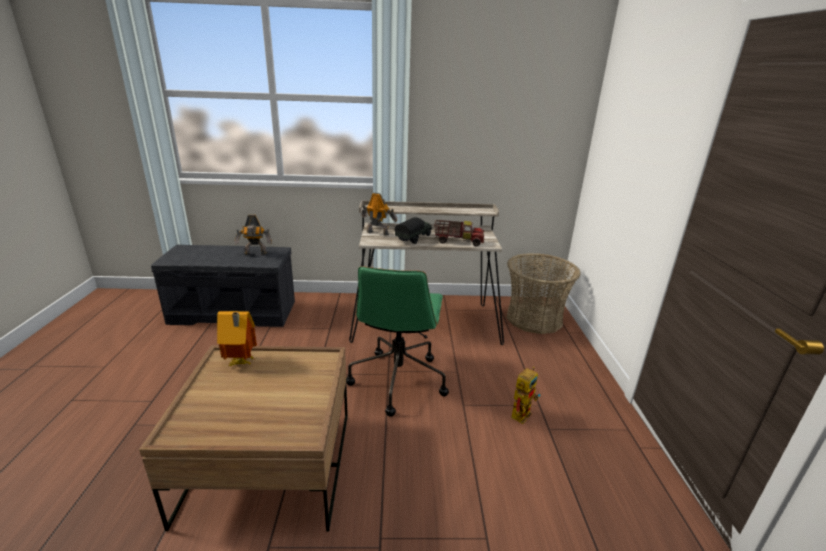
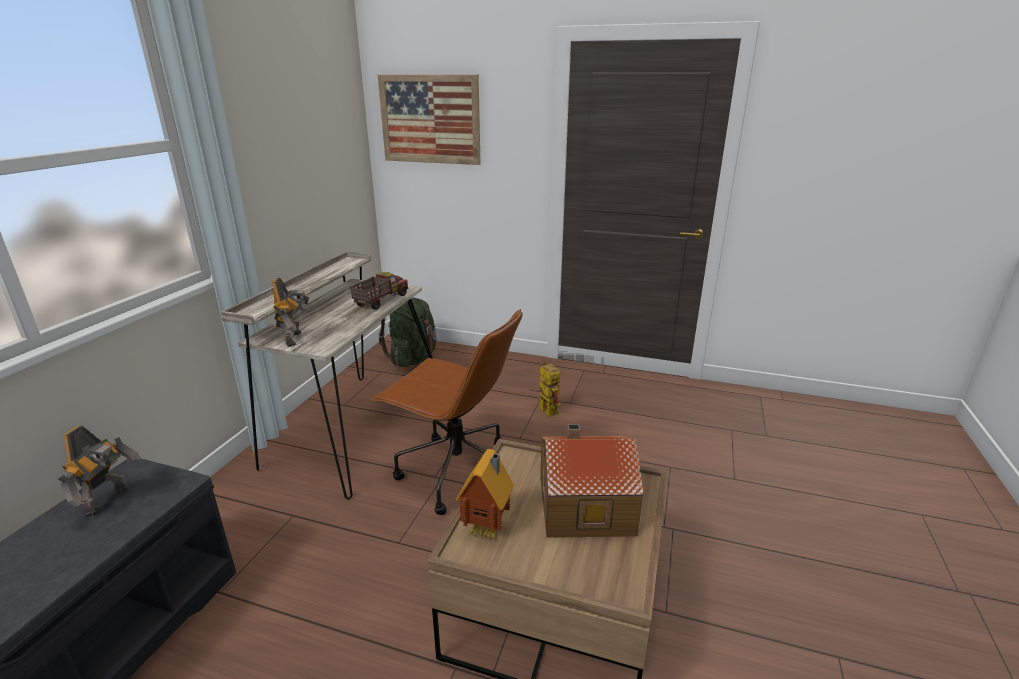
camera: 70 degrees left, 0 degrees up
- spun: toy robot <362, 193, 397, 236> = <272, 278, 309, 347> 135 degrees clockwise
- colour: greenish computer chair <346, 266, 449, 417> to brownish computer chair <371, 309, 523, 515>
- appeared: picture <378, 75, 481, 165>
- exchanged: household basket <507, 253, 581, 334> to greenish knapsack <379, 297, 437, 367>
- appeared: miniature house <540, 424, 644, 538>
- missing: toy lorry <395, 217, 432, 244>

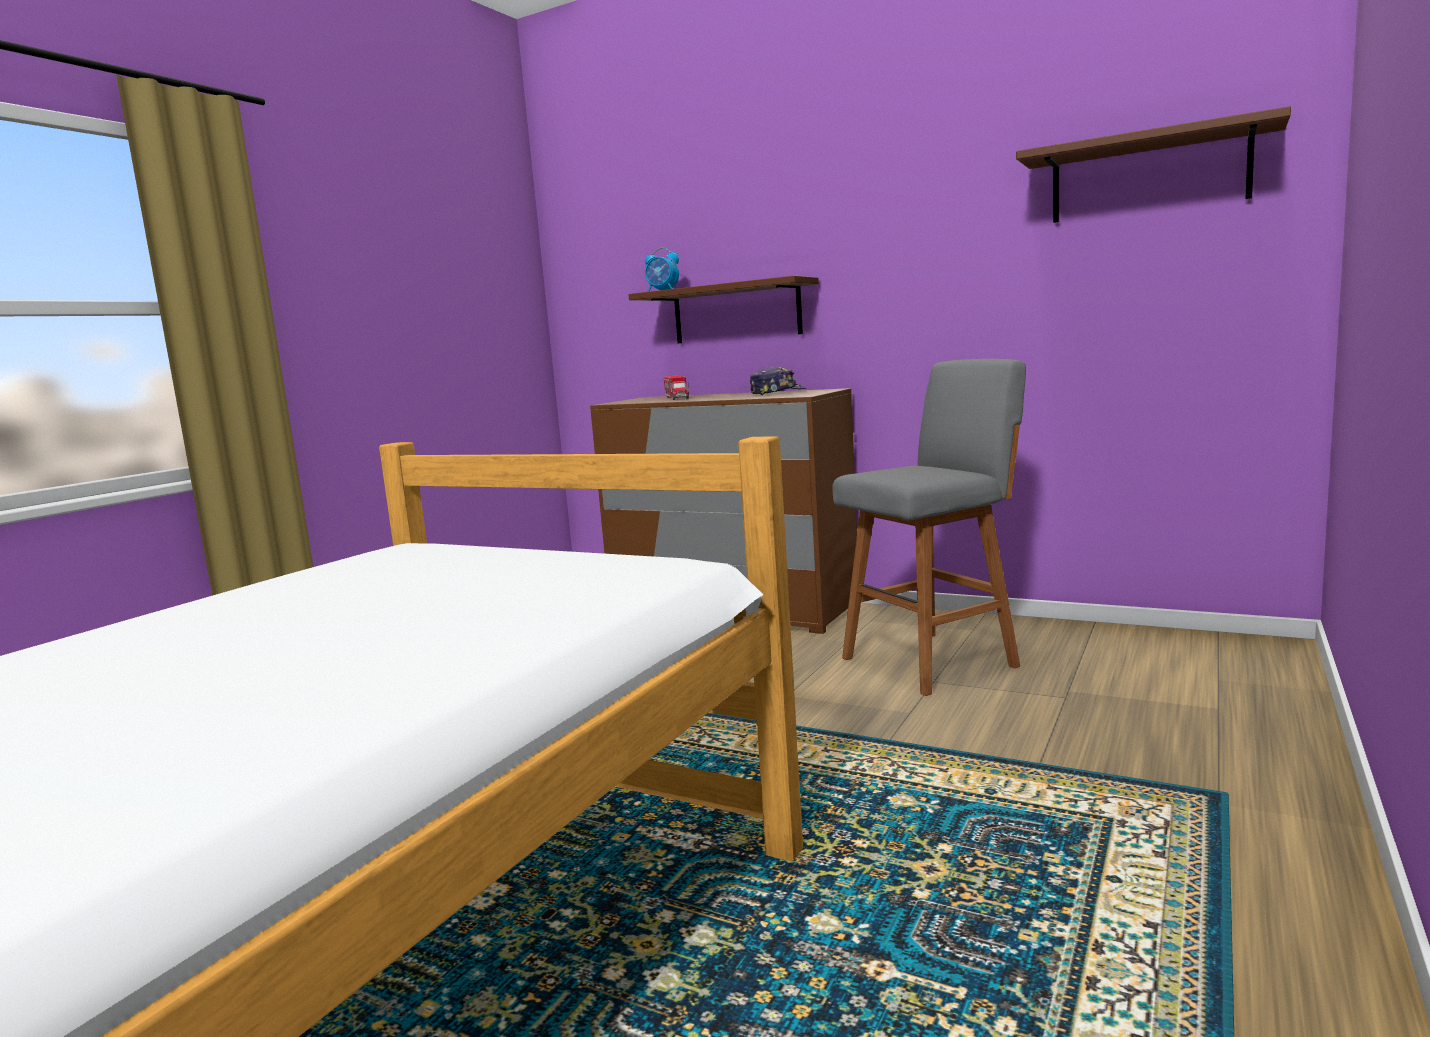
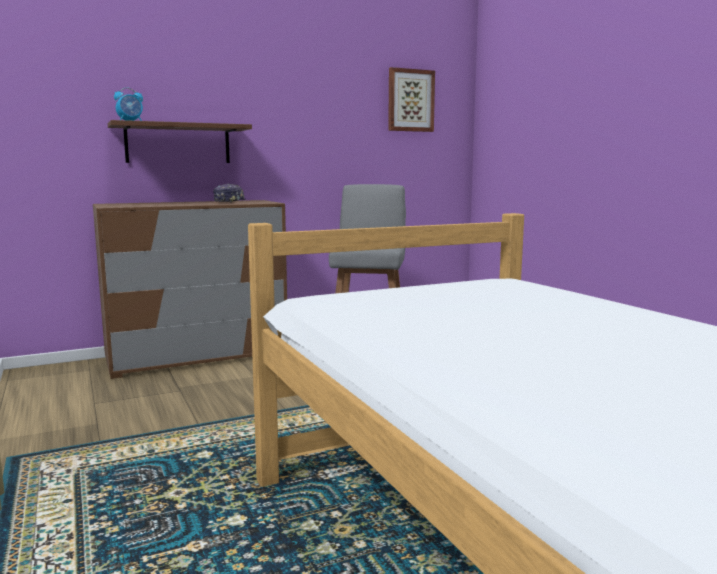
camera: 55 degrees left, 0 degrees up
- exchanged: brownish bracket shelf <1016, 106, 1291, 223> to picture <388, 67, 435, 132>
- missing: toy lorry <664, 376, 689, 400>

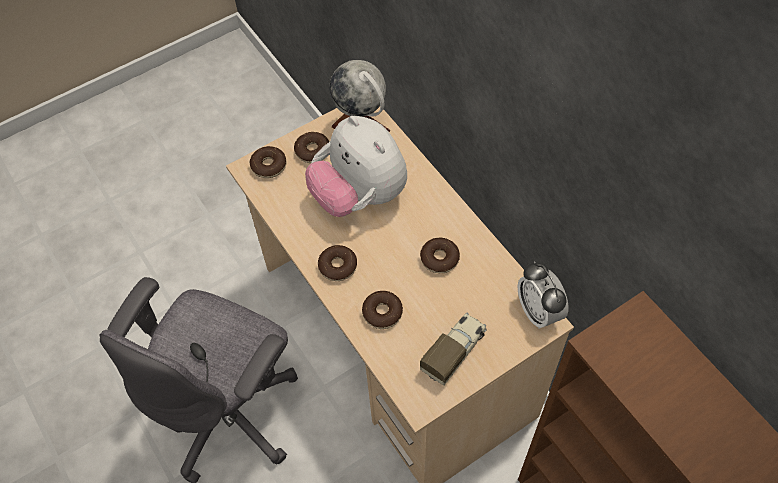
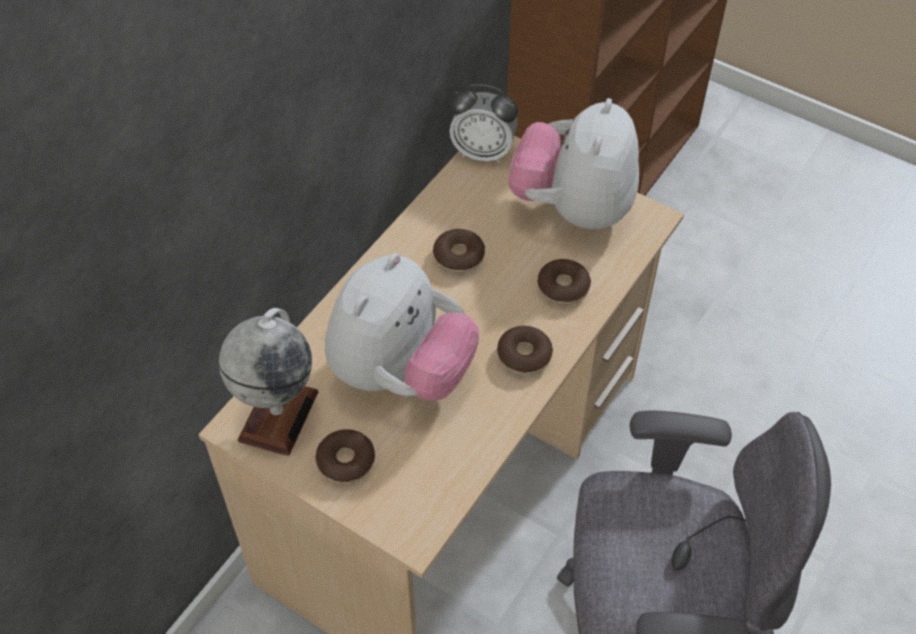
camera: 115 degrees left, 5 degrees down
- spun: table clock <518, 261, 569, 329> = <449, 84, 518, 163> 60 degrees clockwise
- exchanged: toy lorry <420, 313, 486, 386> to plush toy <509, 98, 639, 229>
- missing: ring doughnut <250, 146, 287, 178>

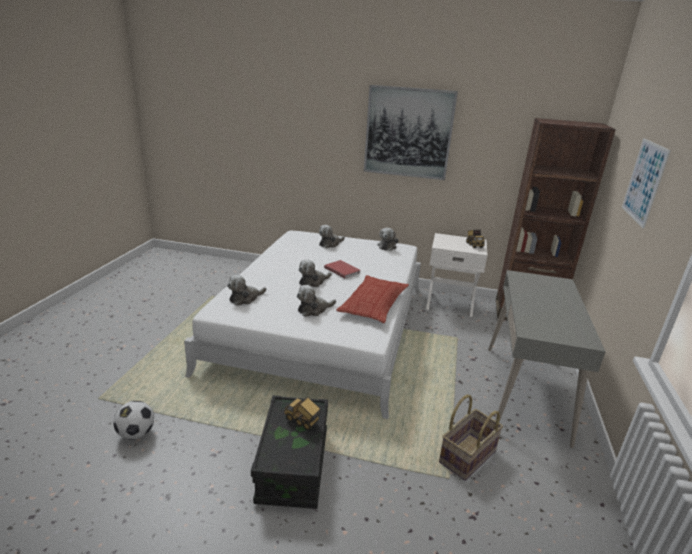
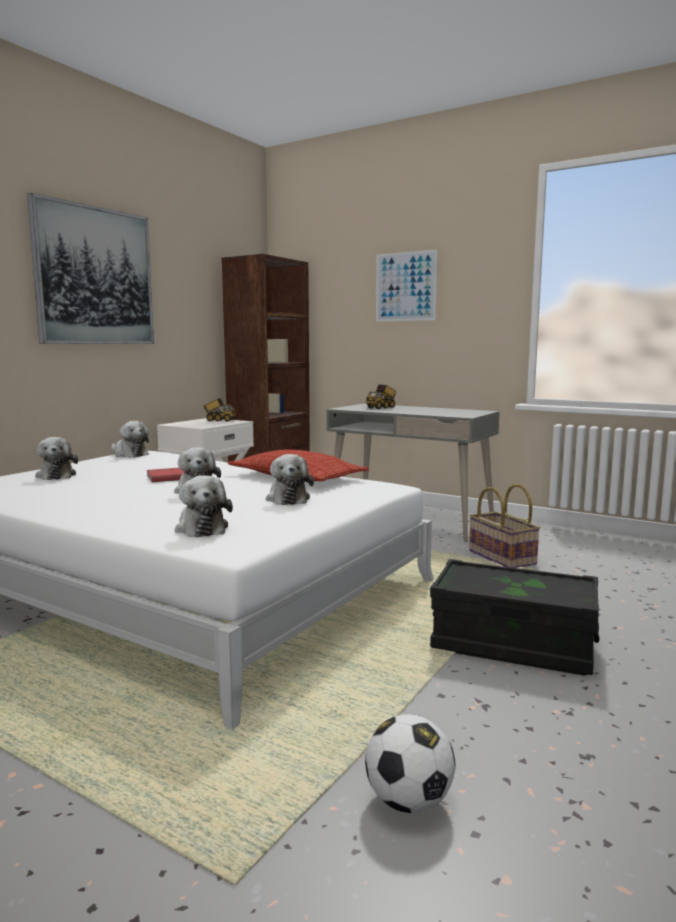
camera: 70 degrees left, 15 degrees down
- relocated: toy lorry <284, 397, 322, 430> to <366, 385, 397, 409>

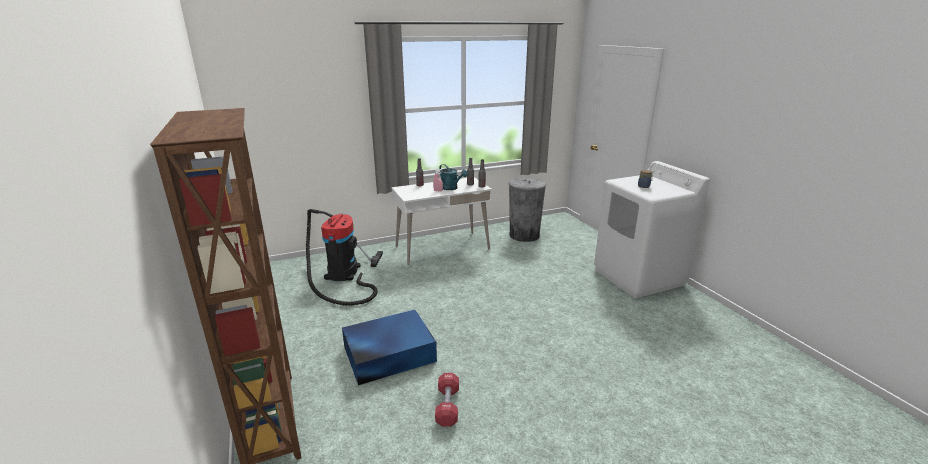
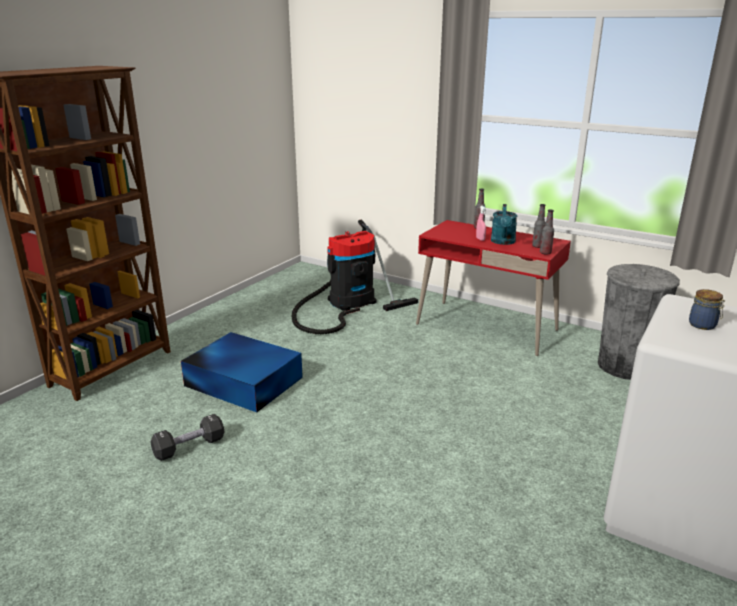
camera: 55 degrees right, 0 degrees up
- colour: reddish hand weight <435, 373, 459, 427> to black-coloured hand weight <150, 414, 225, 461>
- colour: white-coloured desk unit <392, 177, 492, 265> to reddish desk unit <416, 220, 571, 356>

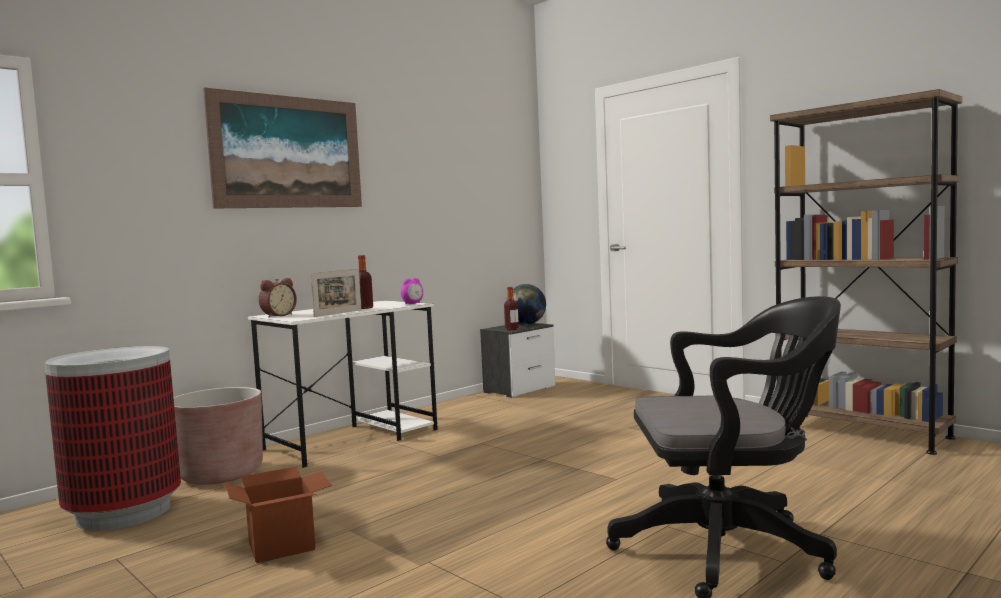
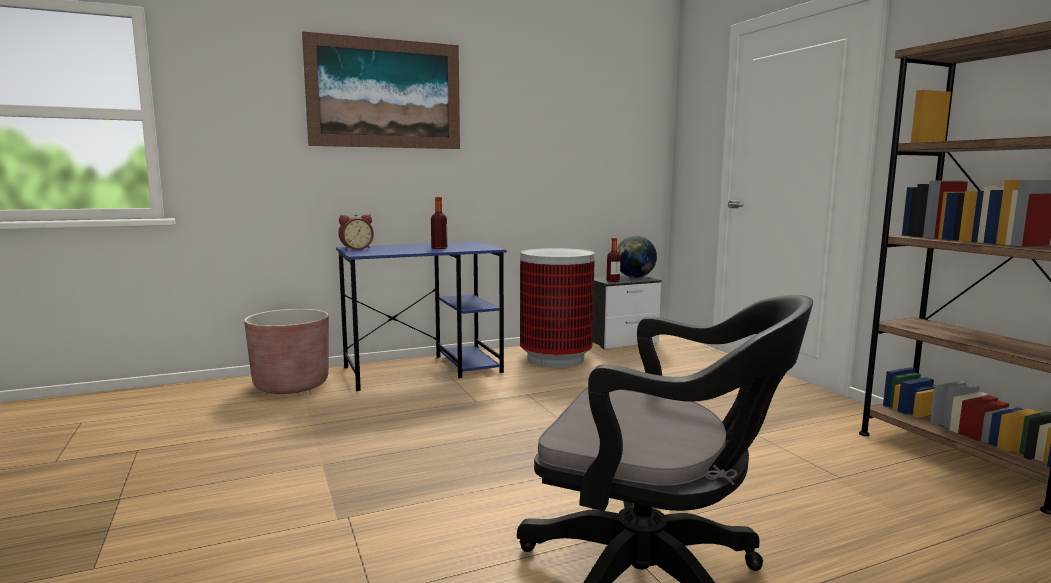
camera: 20 degrees right, 5 degrees up
- colour: white-coloured desk unit <248, 300, 438, 468> to blue desk unit <336, 242, 506, 391>
- relocated: rubbish bin <44, 346, 181, 531> to <520, 248, 595, 368>
- missing: packing box <224, 467, 332, 563>
- missing: standing frame <311, 269, 362, 317>
- missing: table clock <401, 278, 423, 304>

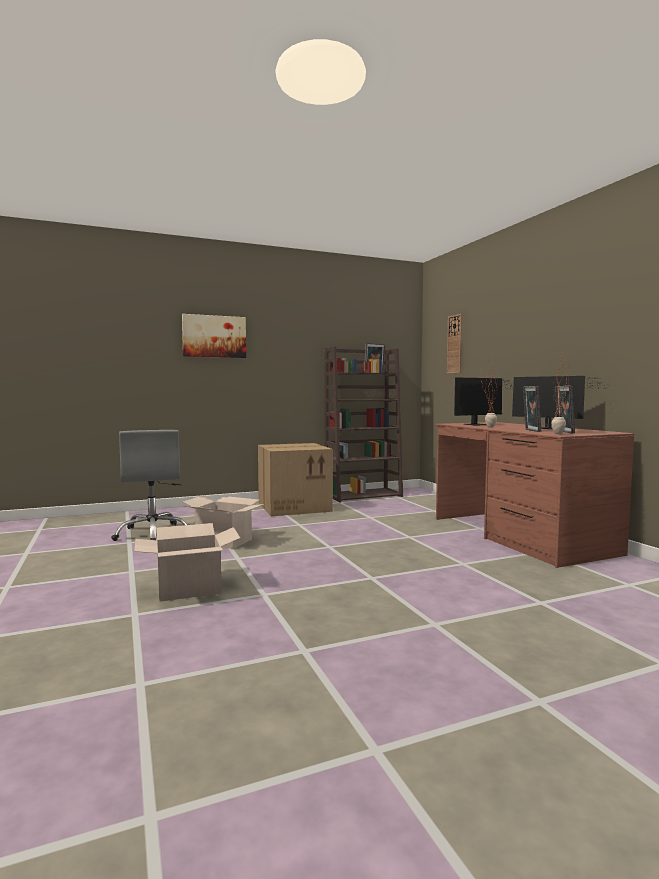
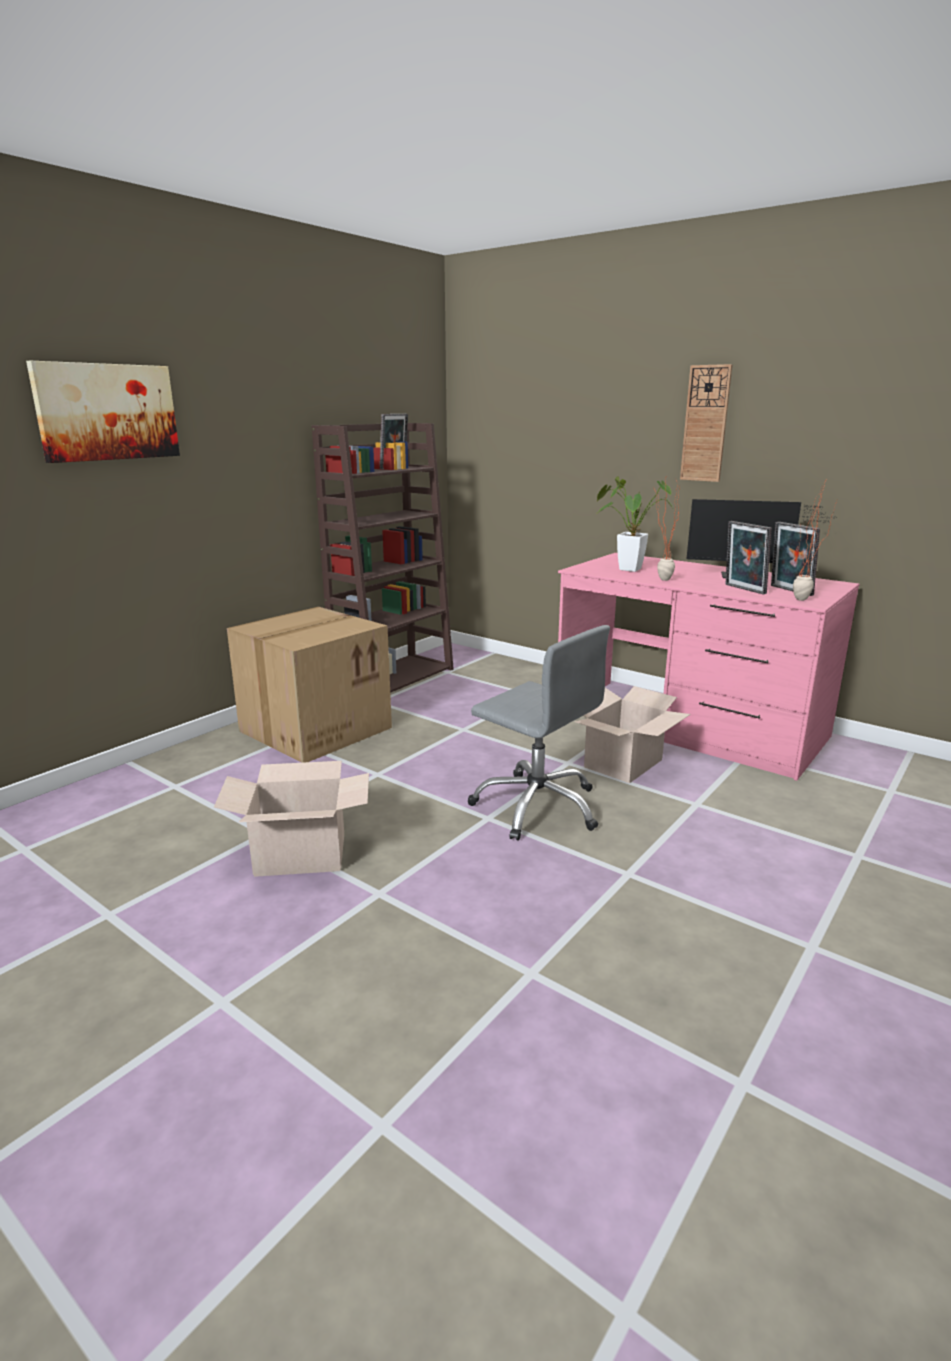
camera: 30 degrees left, 15 degrees up
- relocated: gray computer chair <111, 430, 187, 541> to <468, 625, 610, 841>
- colour: brownish desk unit <436, 422, 634, 568> to pinkish desk unit <558, 553, 860, 781>
- relocated: packing box <134, 523, 240, 602> to <575, 686, 691, 783>
- exchanged: monitor <454, 378, 511, 426> to plant in a pot <596, 476, 673, 572>
- relocated: hanging clock <447, 314, 462, 374> to <680, 364, 733, 482>

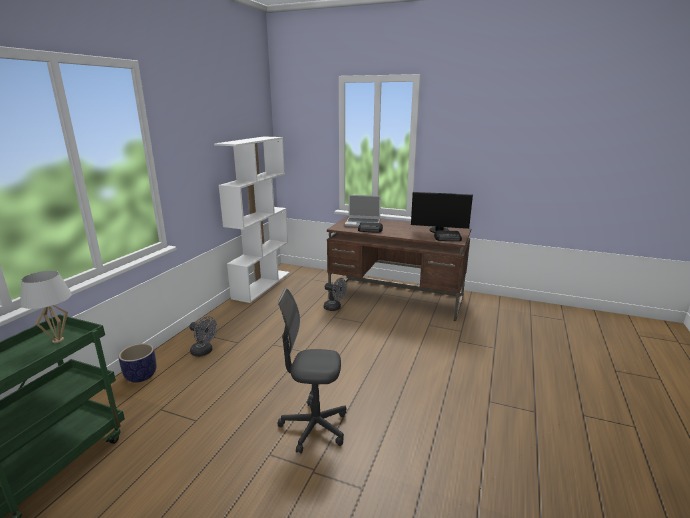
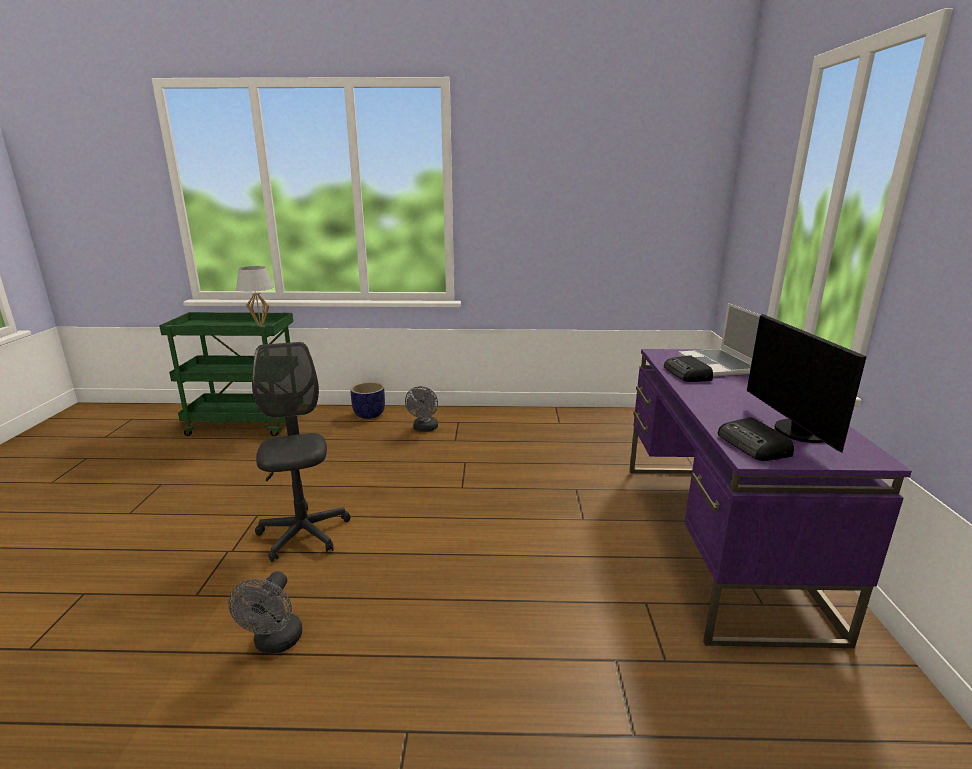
camera: 70 degrees right, 0 degrees up
- relocated: gray cooling fan <324, 278, 347, 311> to <228, 571, 303, 654>
- colour: brownish desk unit <327, 216, 471, 321> to purple desk unit <629, 349, 912, 648>
- missing: white-coloured bookcase <214, 136, 290, 303>

